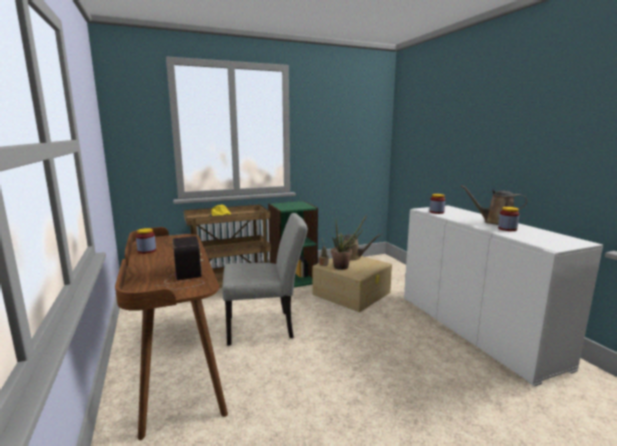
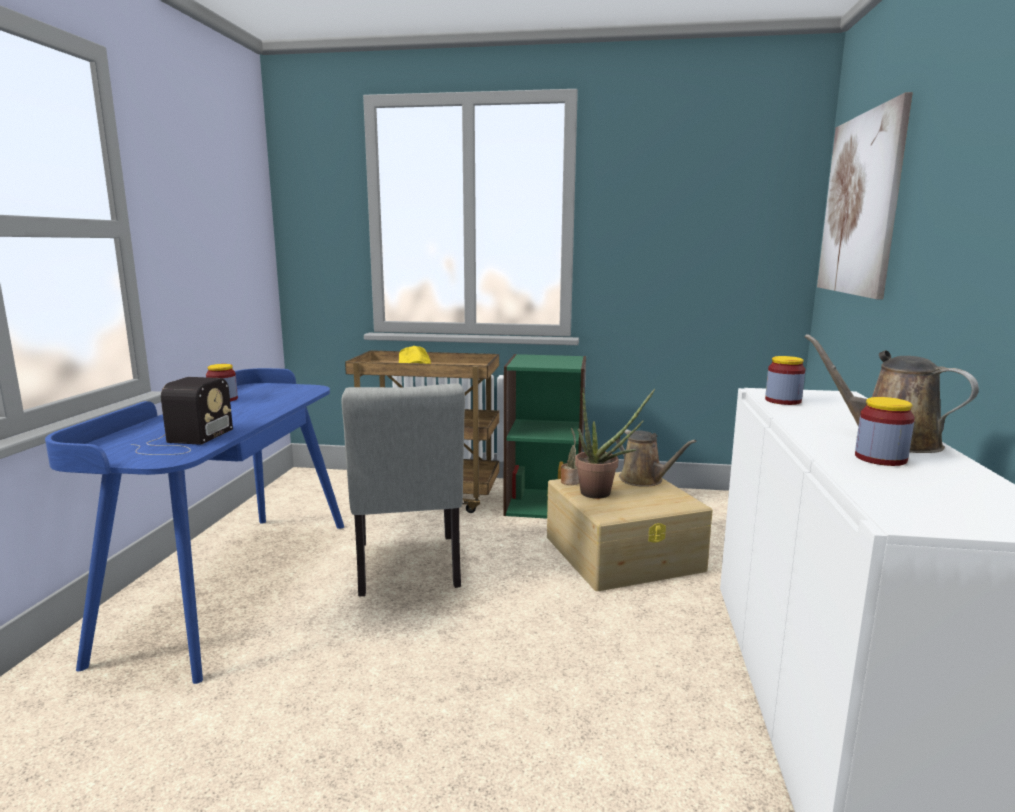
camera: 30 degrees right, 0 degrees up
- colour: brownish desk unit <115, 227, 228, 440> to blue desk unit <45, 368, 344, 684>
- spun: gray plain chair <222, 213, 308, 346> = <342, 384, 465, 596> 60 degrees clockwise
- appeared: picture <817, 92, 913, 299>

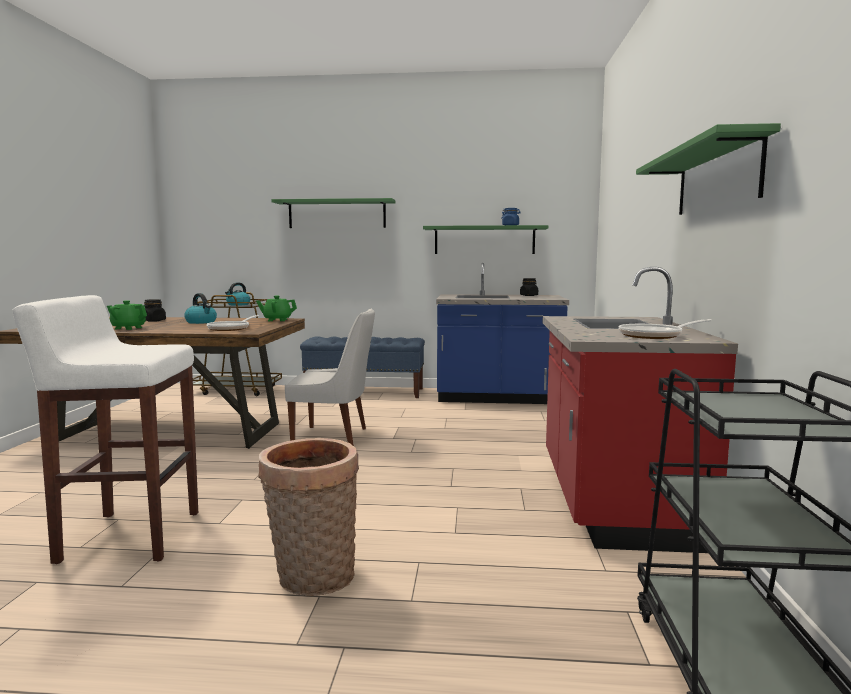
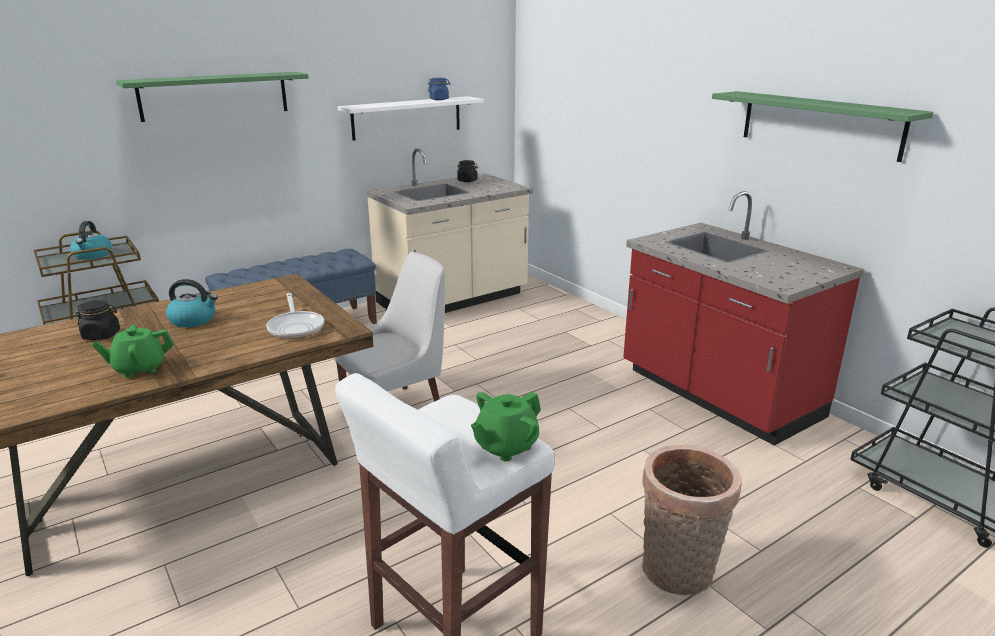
camera: 40 degrees left, 15 degrees up
- colour: greenish bracket shelf <423, 225, 548, 254> to white-coloured bracket shelf <338, 96, 484, 141>
- colour: blue kitchen base unit <436, 263, 569, 404> to beige-coloured kitchen base unit <366, 148, 533, 313>
- relocated: greenish tea pot <256, 296, 297, 321> to <471, 391, 541, 461>
- missing: frying pan <618, 319, 712, 339>

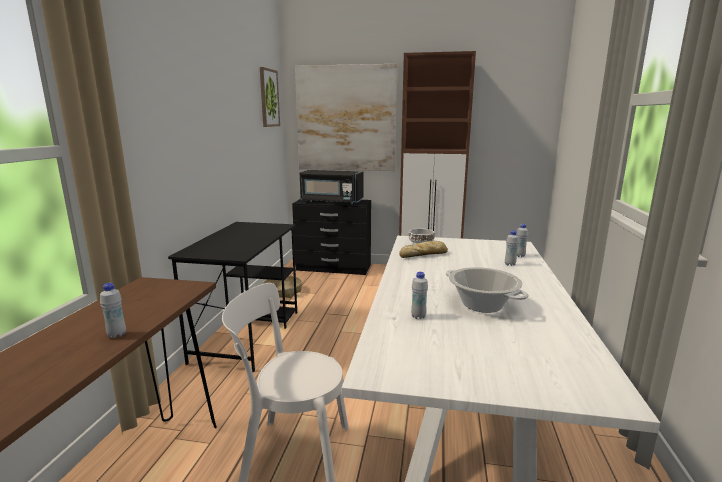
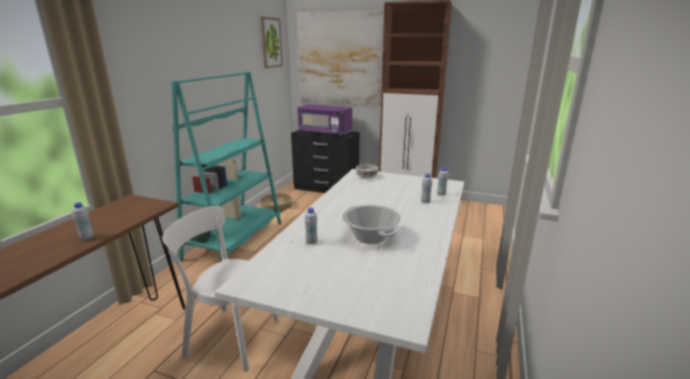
camera: 10 degrees right, 5 degrees up
- exchanged: black-coloured desk unit <168, 222, 298, 373> to turquoise bookcase <171, 72, 281, 261>
- colour: black-coloured microwave oven <300, 170, 363, 204> to purple microwave oven <298, 104, 352, 136>
- missing: baked bread <399, 241, 448, 258>

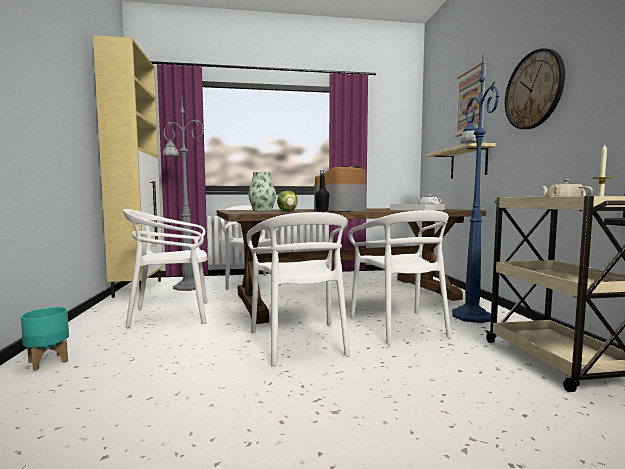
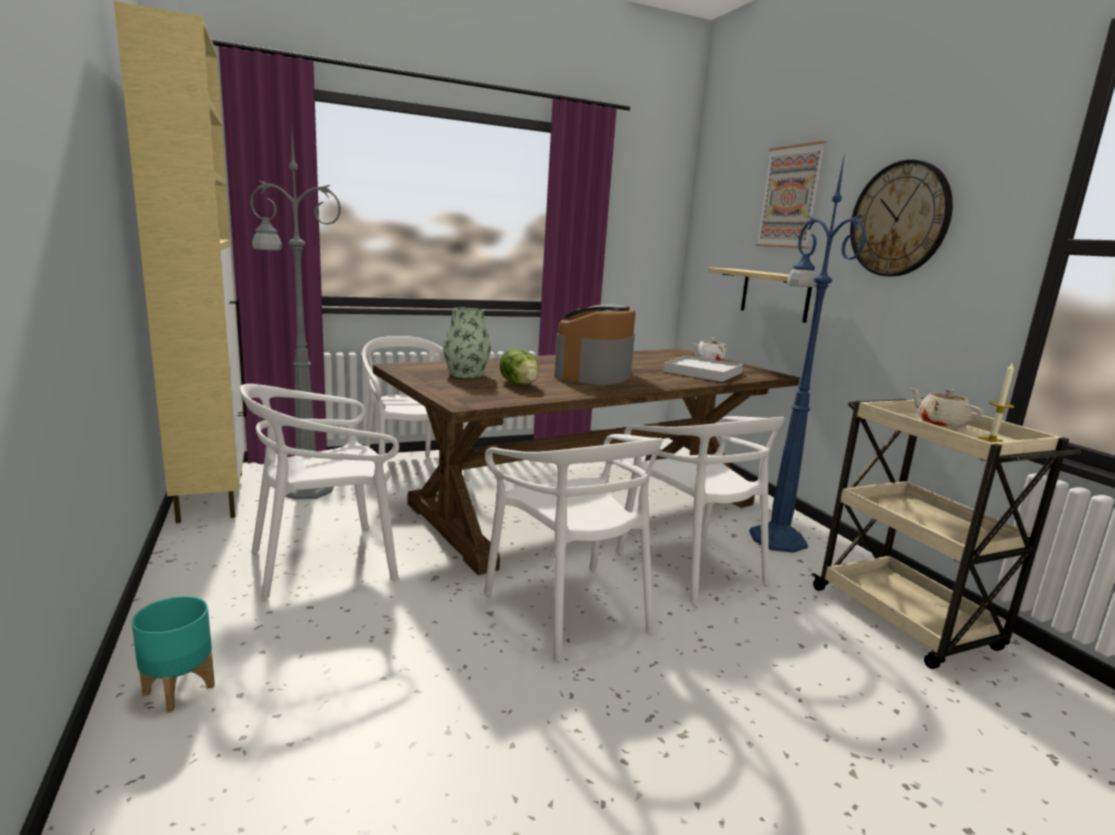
camera: 15 degrees left, 10 degrees up
- missing: black-coloured drink bottle <315, 170, 329, 212>

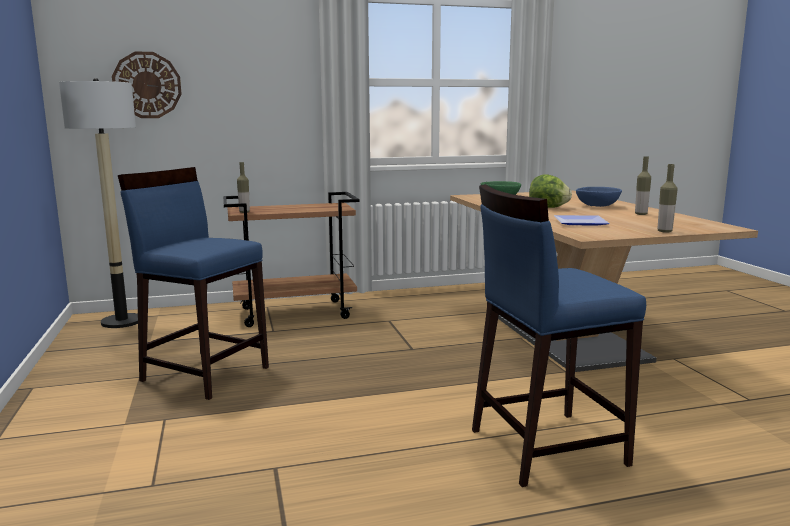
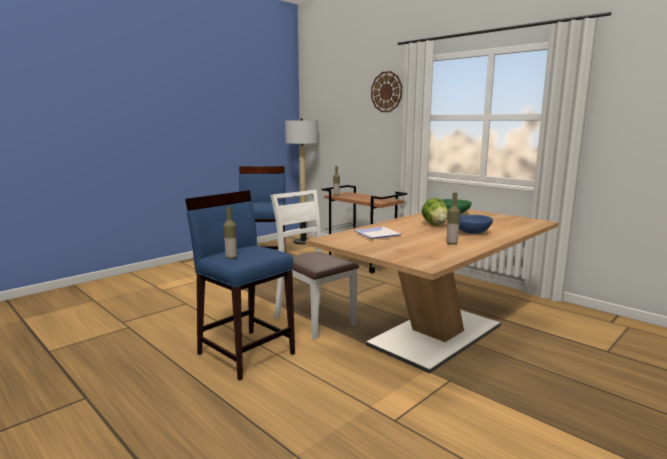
camera: 60 degrees right, 0 degrees up
- relocated: drink bottle <657, 164, 678, 233> to <223, 207, 237, 259>
- appeared: white-coloured plain chair <270, 190, 359, 340>
- relocated: hanging clock <112, 51, 181, 118> to <371, 71, 402, 112>

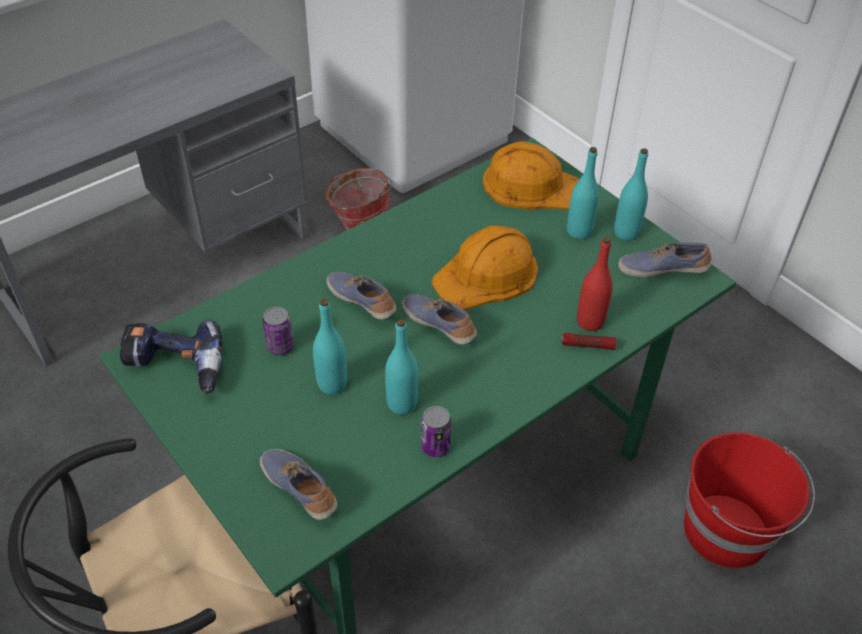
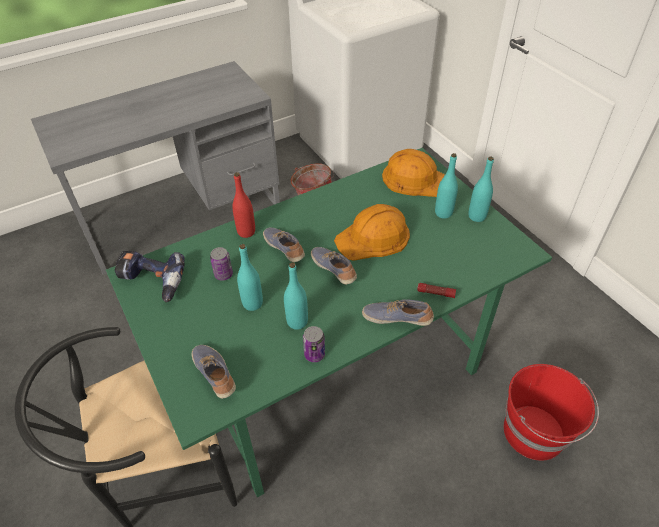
camera: 10 degrees right, 0 degrees up
- relocated: reddish drink bottle <577, 237, 613, 331> to <232, 172, 255, 238>
- relocated: shoe <618, 242, 712, 277> to <362, 299, 434, 326>

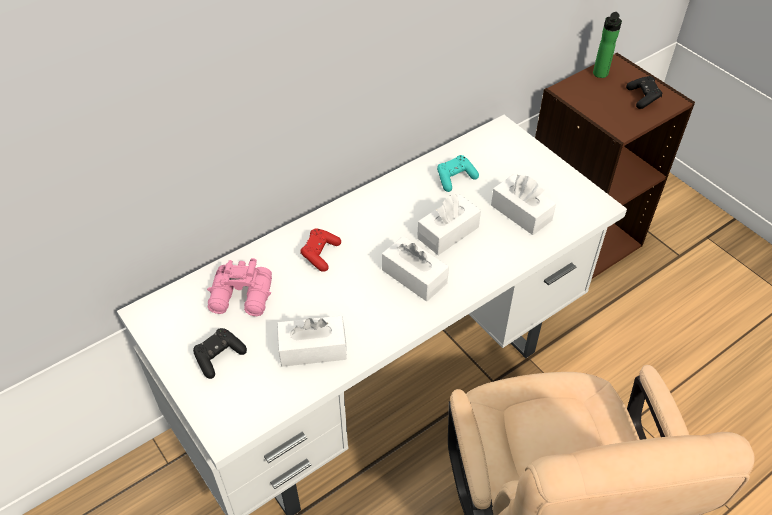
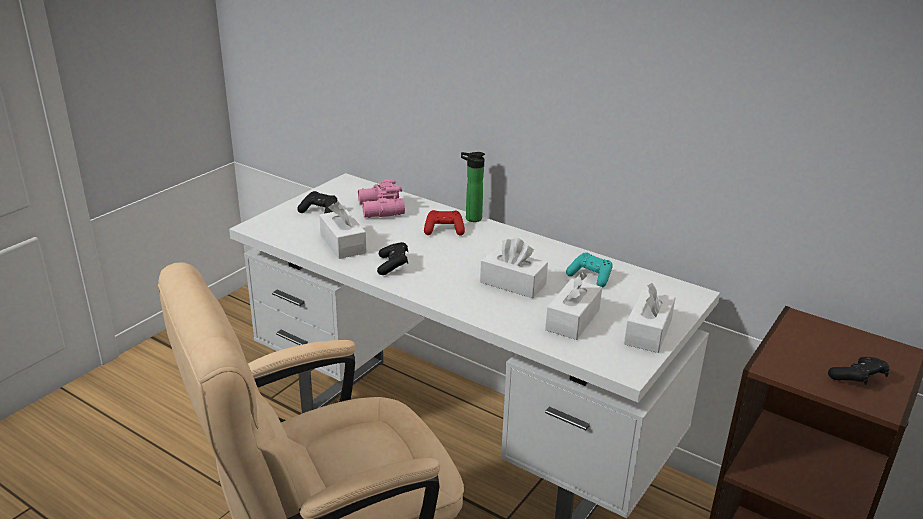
camera: 70 degrees right, 20 degrees down
- appeared: black-coloured game controller <377, 242, 408, 275>
- relocated: drink bottle <593, 12, 622, 78> to <461, 152, 485, 222>
- relocated: white-coloured tissue holder <382, 236, 449, 301> to <624, 283, 675, 353>

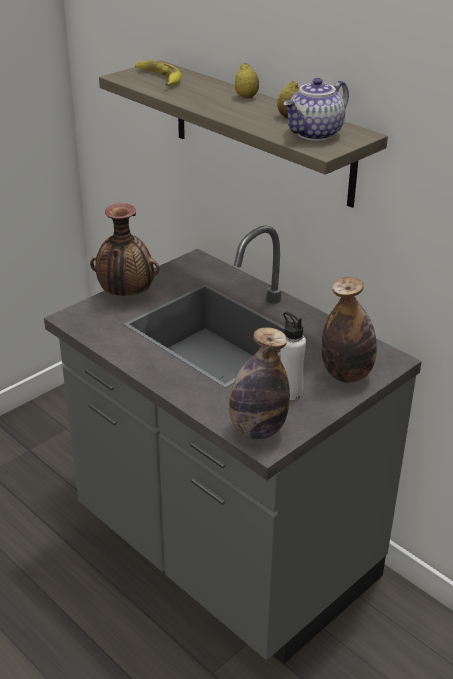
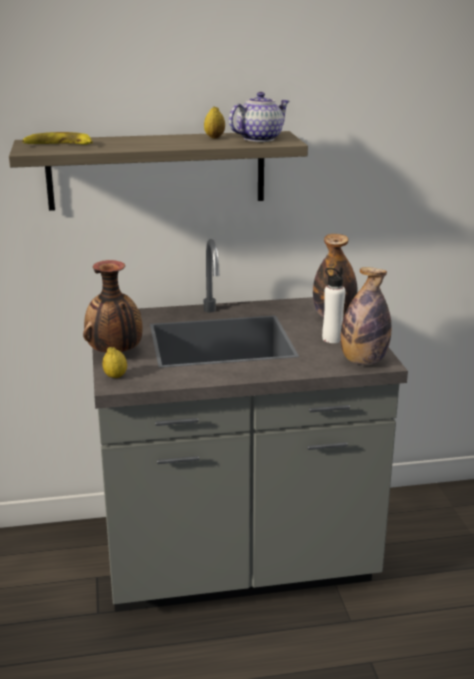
camera: 55 degrees left, 10 degrees down
- relocated: citrus fruit <235, 63, 259, 98> to <102, 347, 127, 378>
- spun: tea pot <283, 78, 349, 141> = <229, 92, 290, 142> 120 degrees counterclockwise

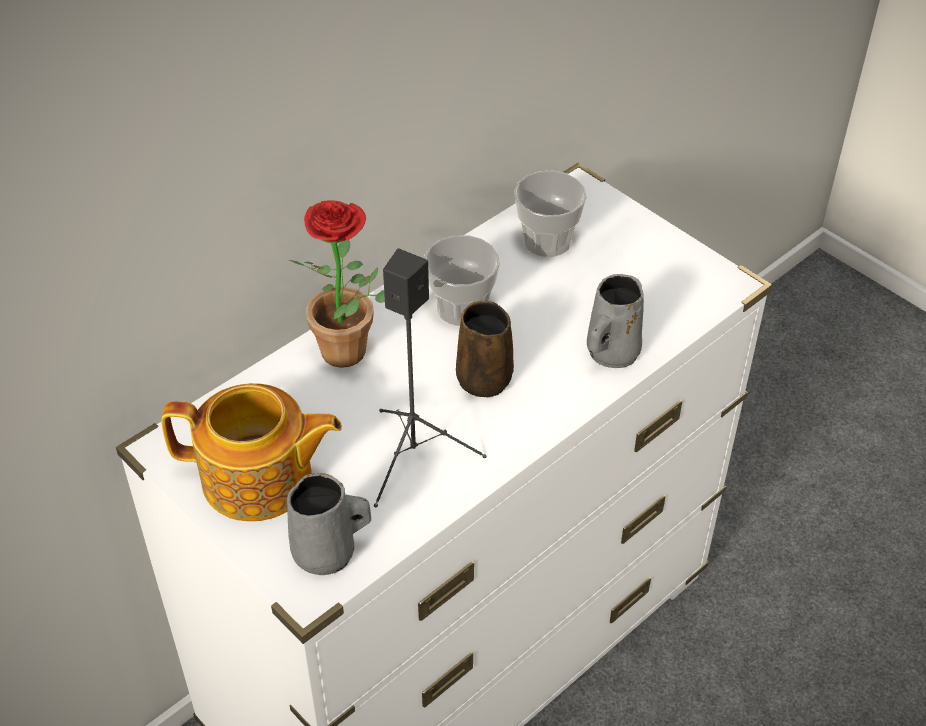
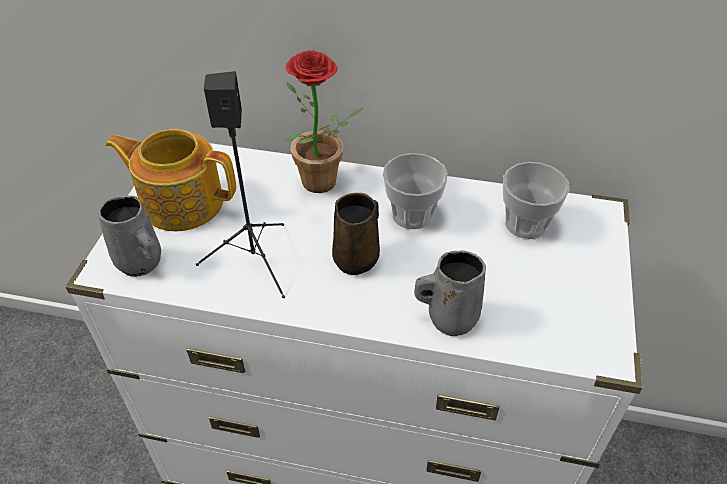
camera: 55 degrees right, 0 degrees up
- spun: tea pot <161, 383, 342, 522> = <105, 129, 236, 231> 135 degrees clockwise

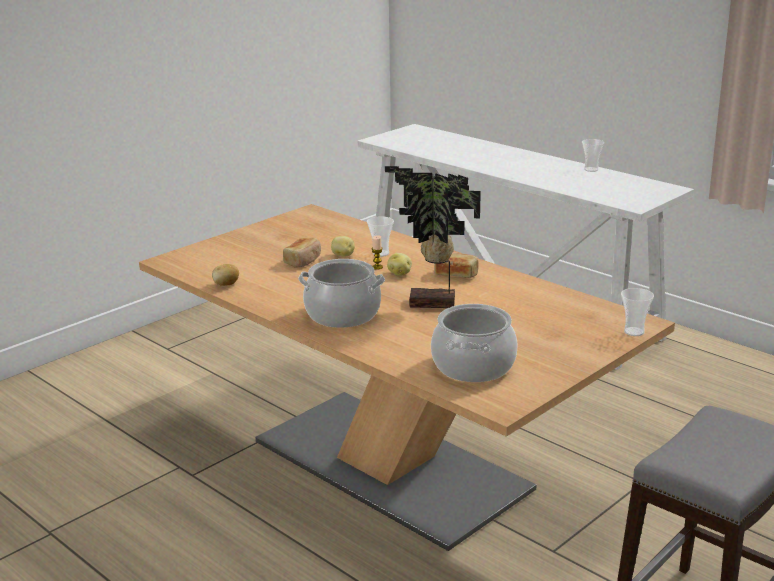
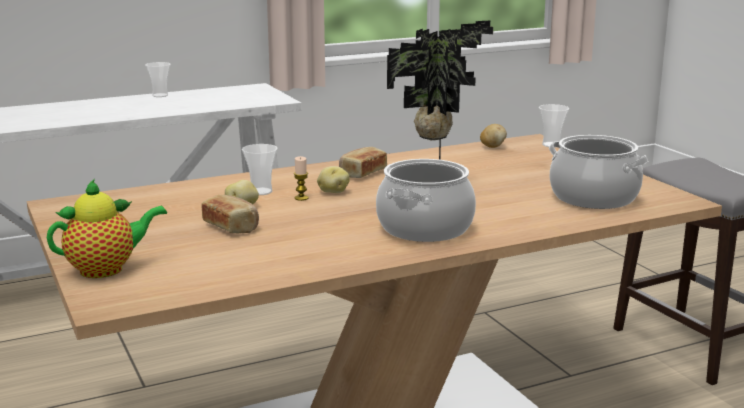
camera: 70 degrees left, 5 degrees down
- appeared: tea pot <47, 179, 167, 278>
- relocated: whole potato <212, 264, 239, 286> to <480, 124, 507, 148>

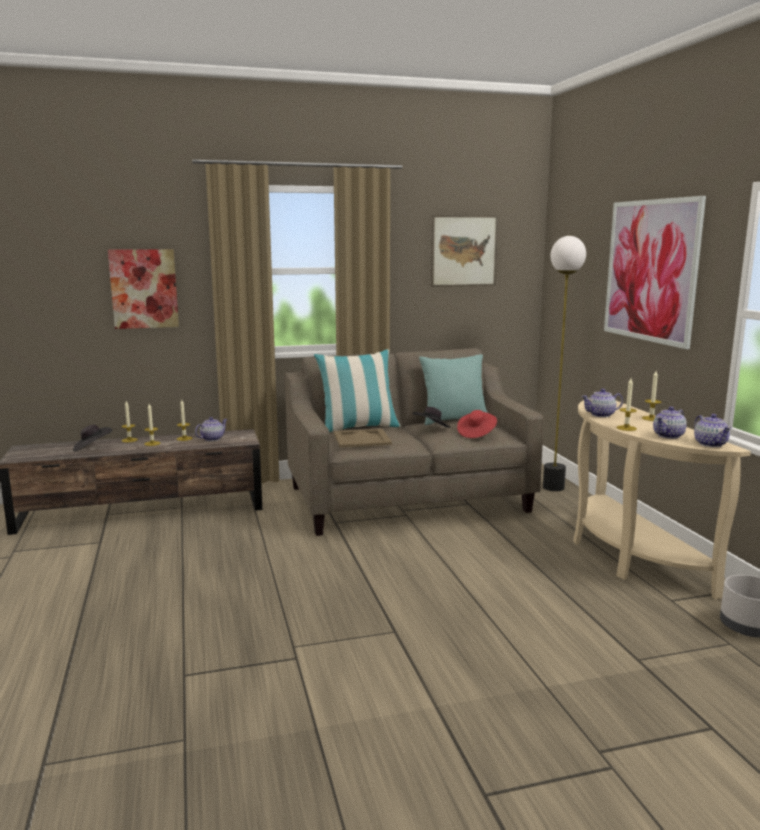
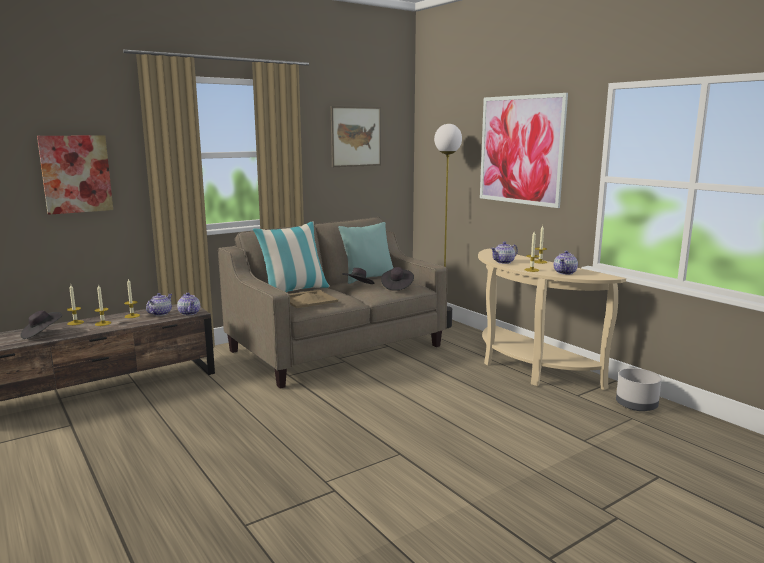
camera: 20 degrees left, 0 degrees up
- relocated: tea pot <694, 414, 732, 447> to <177, 293, 200, 316>
- colour: reddish hat <457, 410, 497, 438> to black-coloured hat <381, 267, 414, 291>

